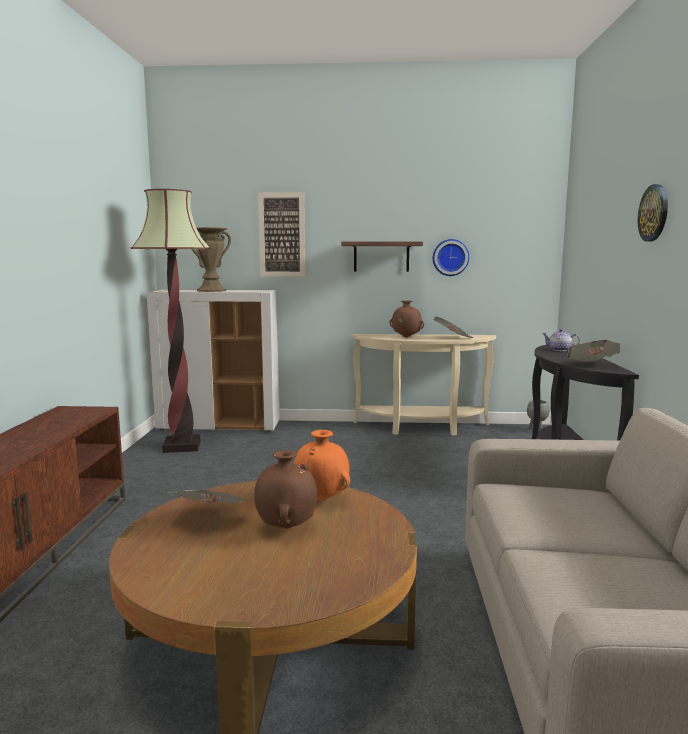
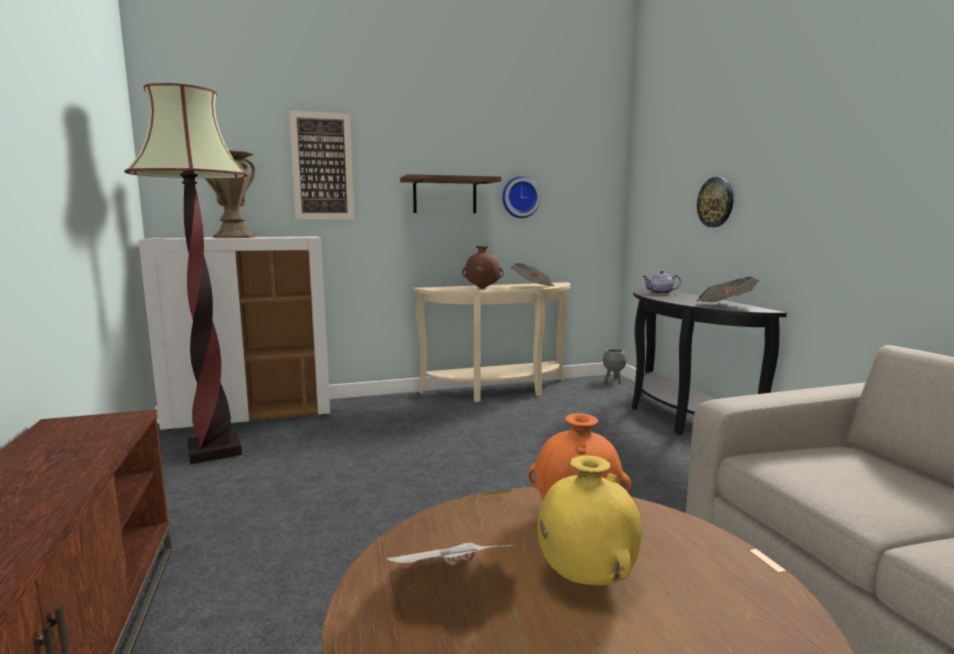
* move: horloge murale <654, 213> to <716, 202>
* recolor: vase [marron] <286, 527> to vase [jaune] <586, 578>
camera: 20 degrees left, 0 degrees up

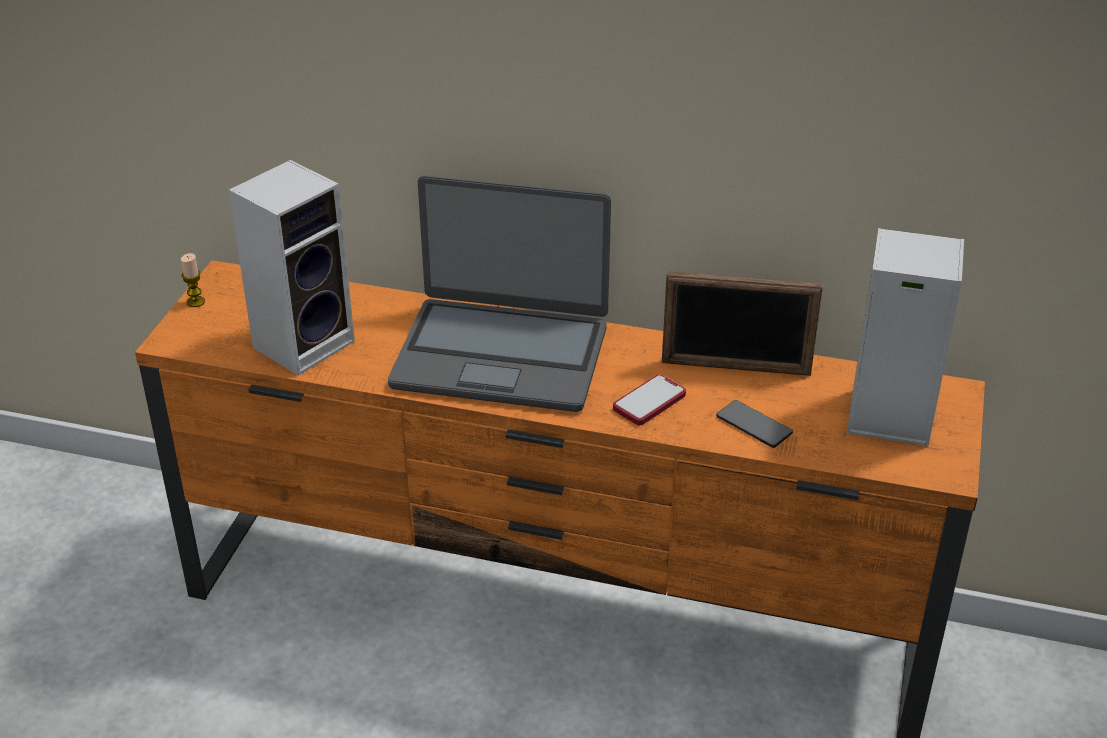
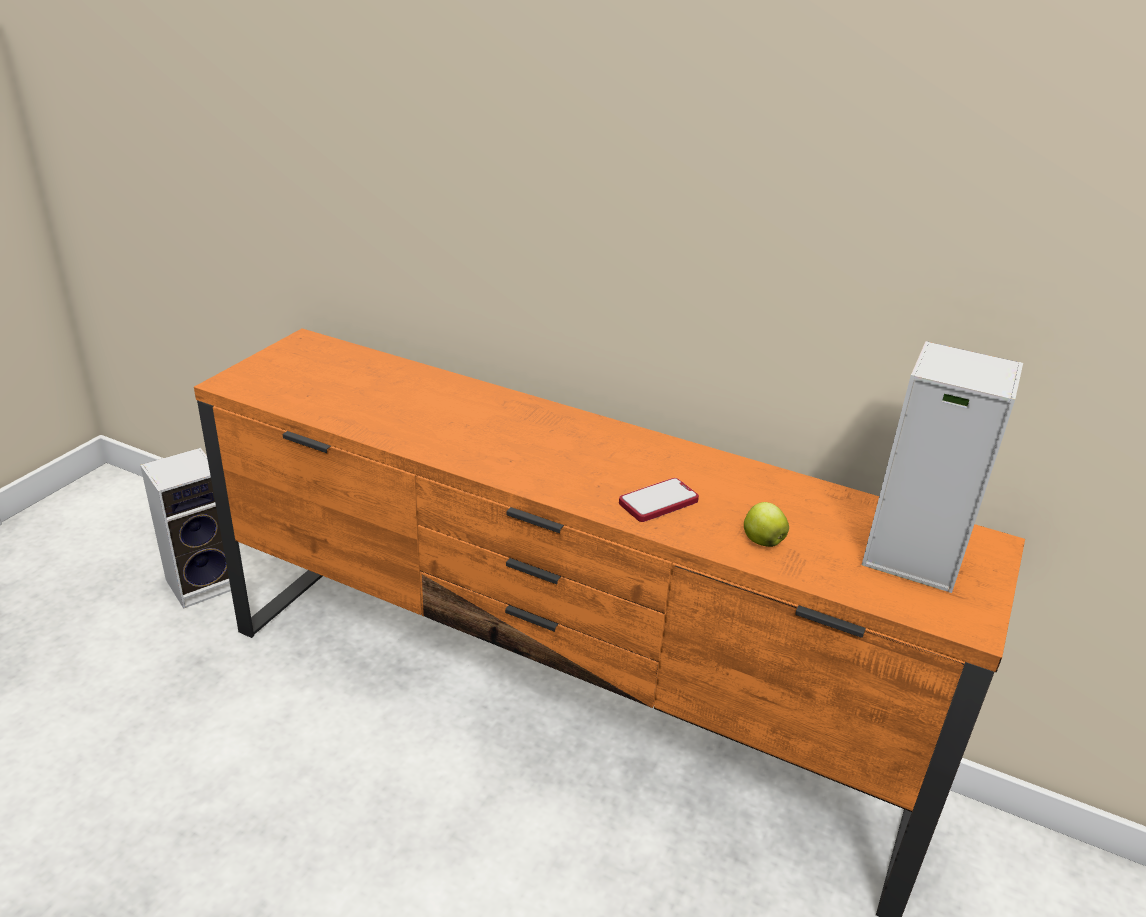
* delete: bougie <196, 302>
* delete: ordinateur portable <501, 355>
* delete: cadre photo <735, 368>
* move: enceinte <305, 342> to <205, 582>
* replace: téléphone <754, 425> to pomme <762, 541>
camera: 10 degrees right, 5 degrees down

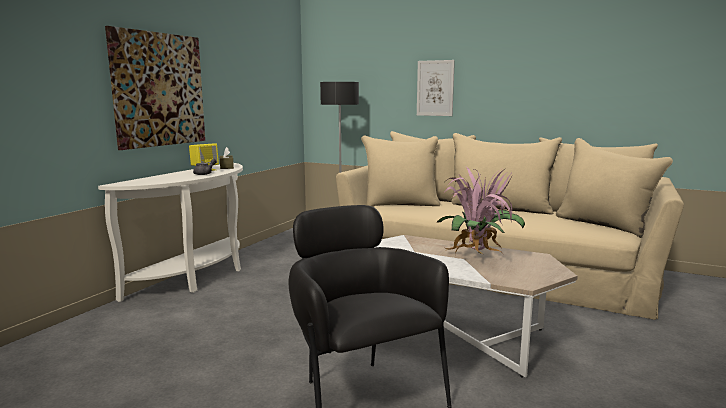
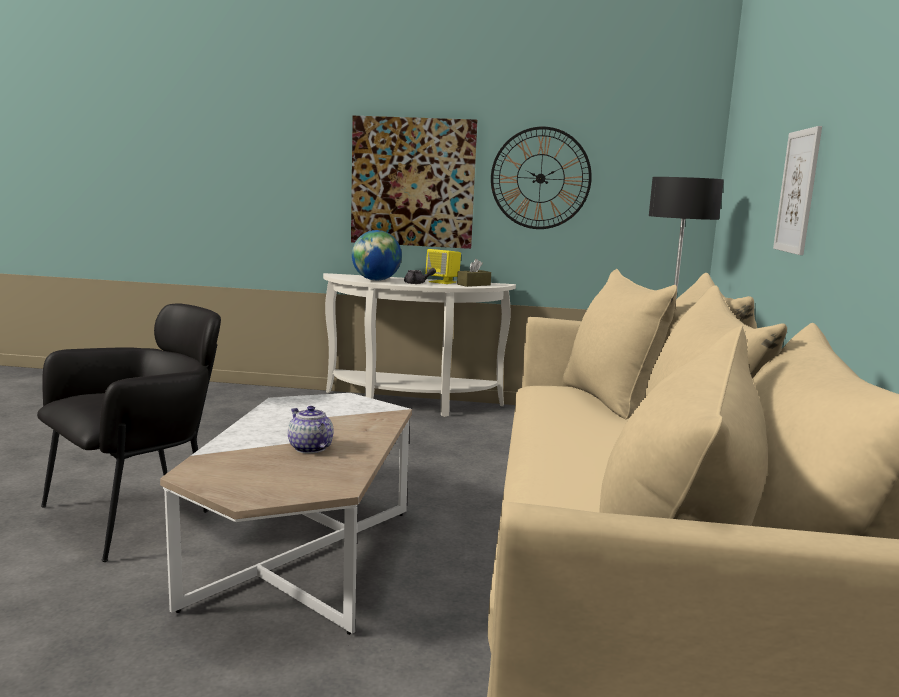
* insert: globe <376, 280>
* insert: horloge murale <540, 178>
* replace: plante en pot <477, 257> to théière <309, 448>
camera: 70 degrees right, 0 degrees up

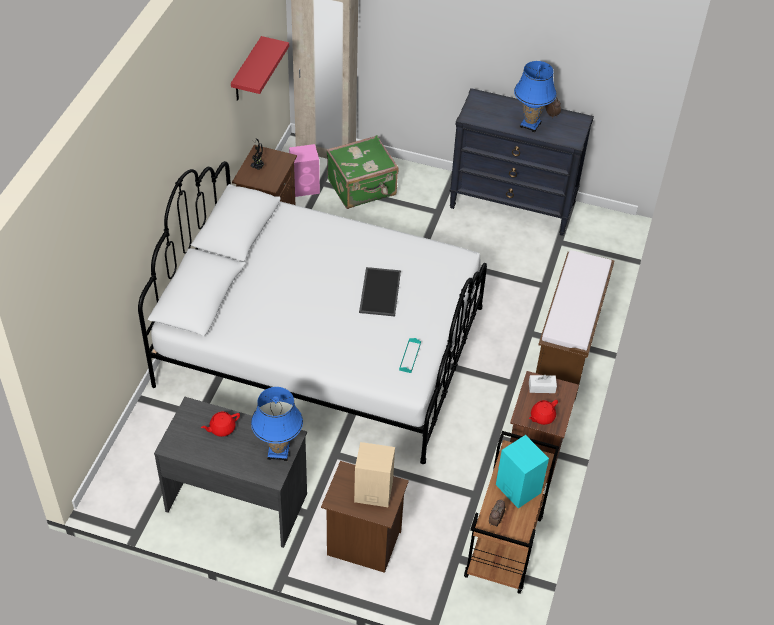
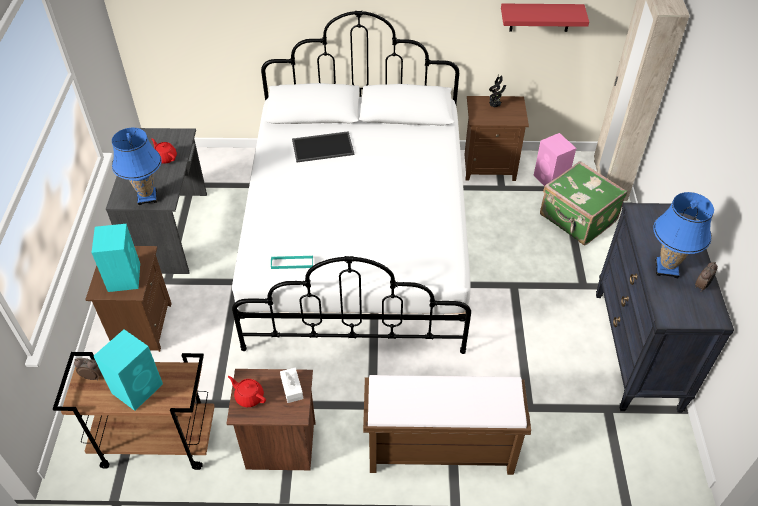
* move: plateau <379, 291> to <323, 146>
* recolor: enceinte [beige] <372, 491> to enceinte [turquoise] <124, 276>
camera: 75 degrees right, 0 degrees up

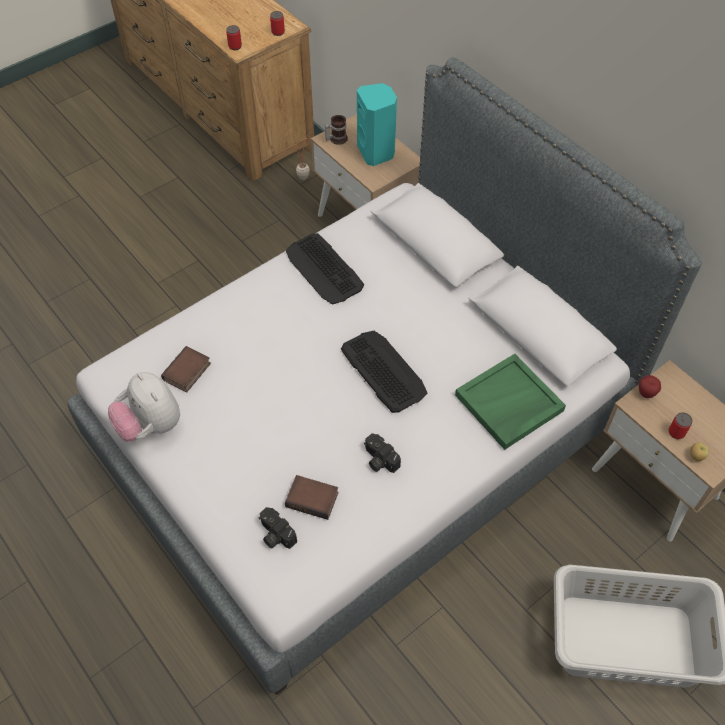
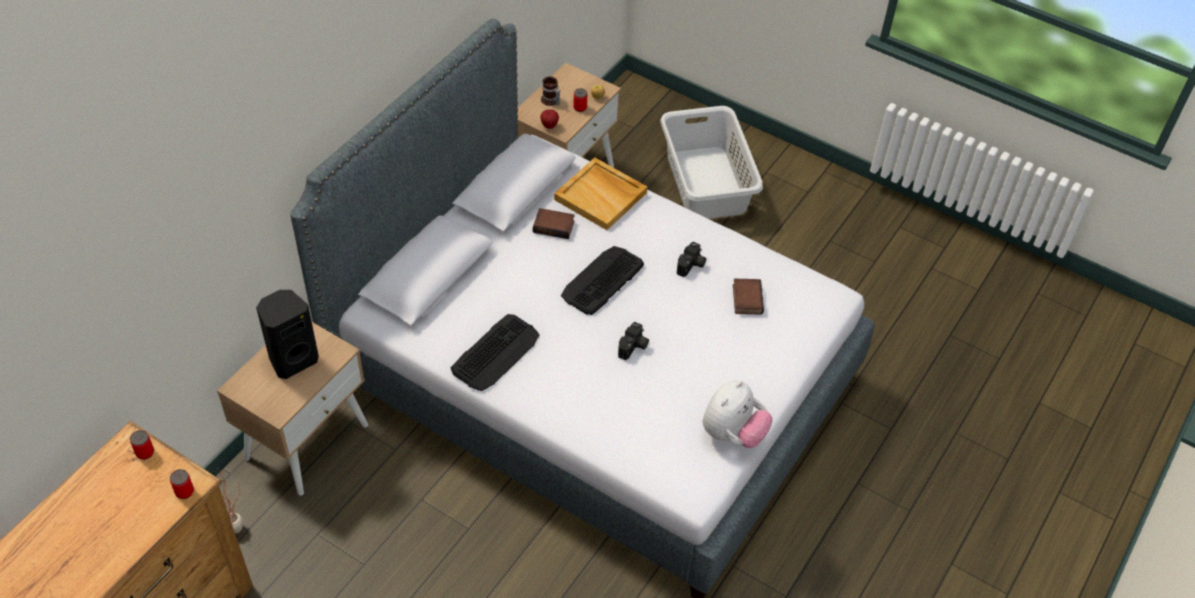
* move: livre <187, 372> to <554, 226>
* move: appareil photo <275, 535> to <633, 347>
* move: mug <336, 138> to <550, 101>
* recolor: enceinte [turquoise] <377, 152> to enceinte [noir] <292, 359>
* recolor: plateau [vert] <509, 404> to plateau [beige] <601, 196>
camera: 110 degrees left, 5 degrees down

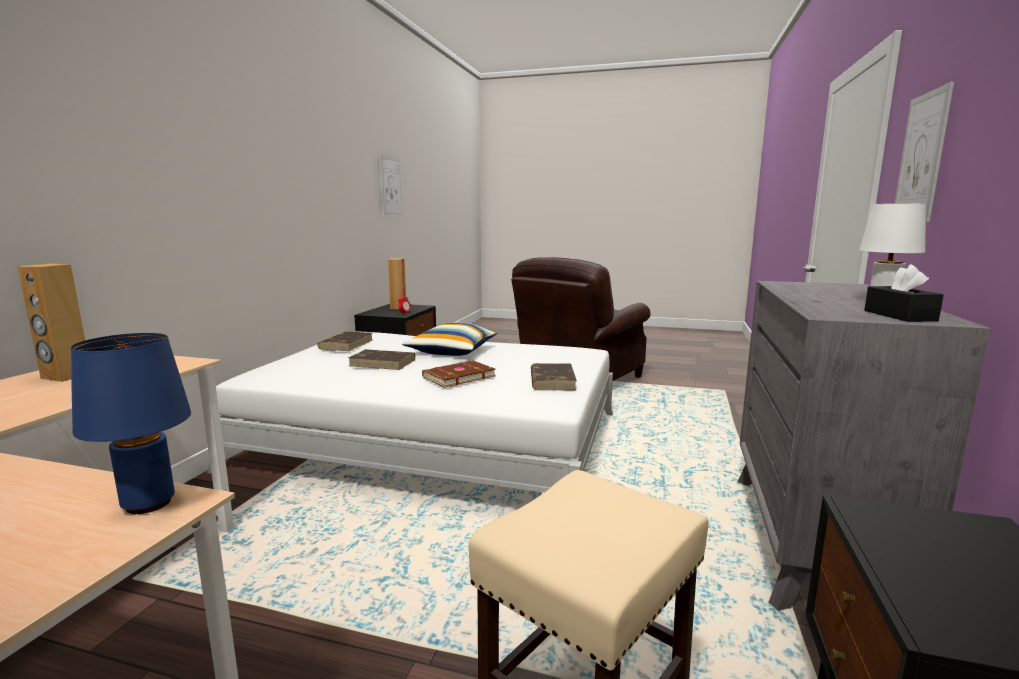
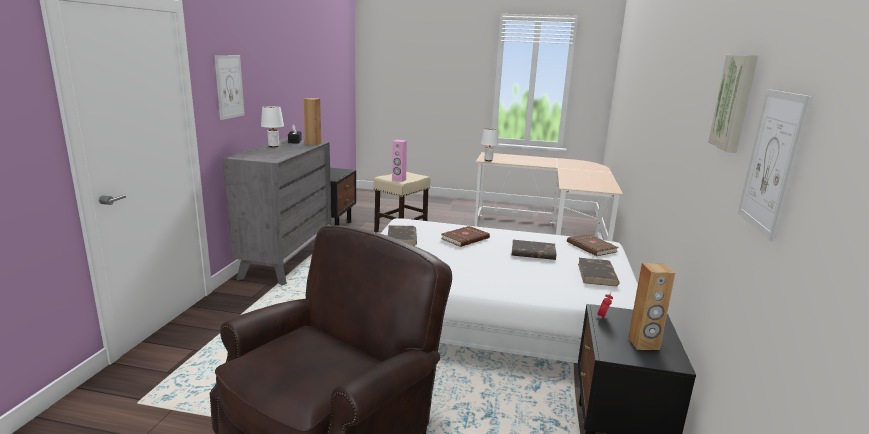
* delete: coussin <451, 351>
* insert: enceinte [rose] <399, 180>
* insert: livre [marron] <591, 247>
* insert: tableau <735, 102>
* move: enceinte [marron] <65, 376> to <313, 143>
* recolor: lampe de table [bleu] <150, 503> to lampe de table [blanc] <488, 160>
camera: 175 degrees right, 5 degrees up

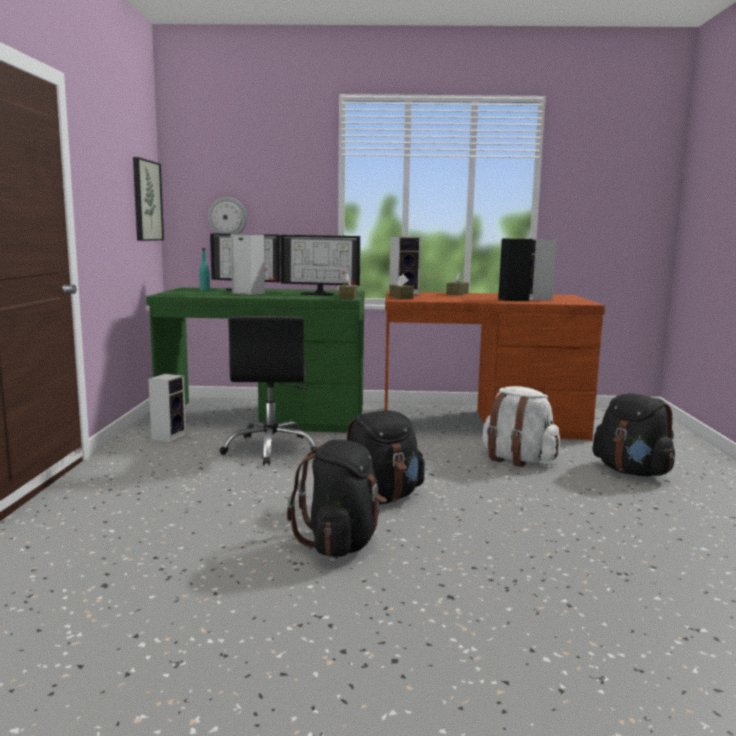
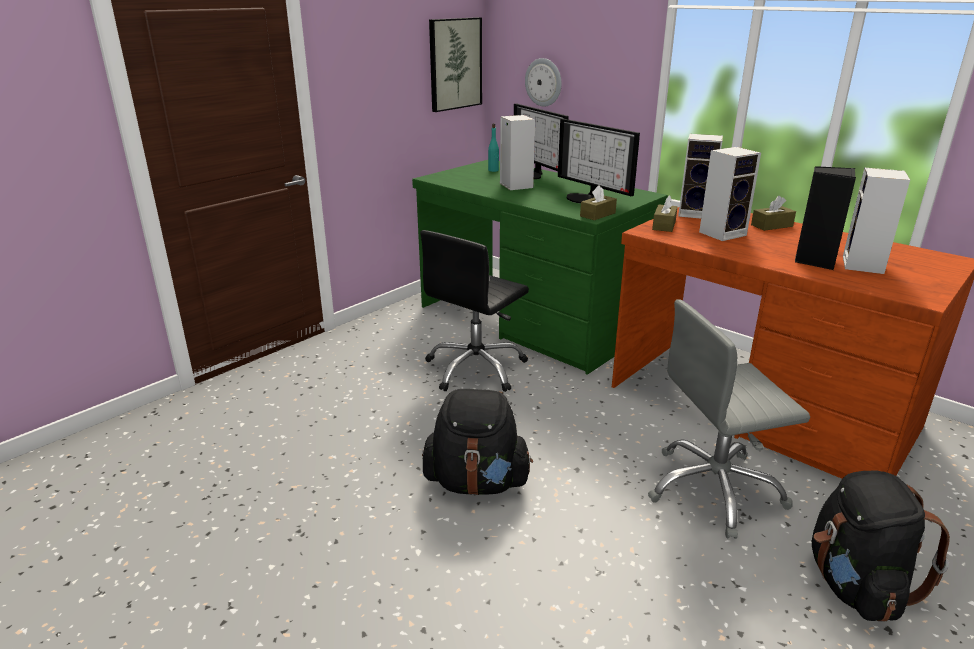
* delete: sac à dos [noir] <341, 543>
* move: enceinte <169, 436> to <723, 233>
* replace: sac à dos [blanc] <517, 460> to chaise de bureau [gris] <714, 490>
camera: 40 degrees right, 15 degrees up

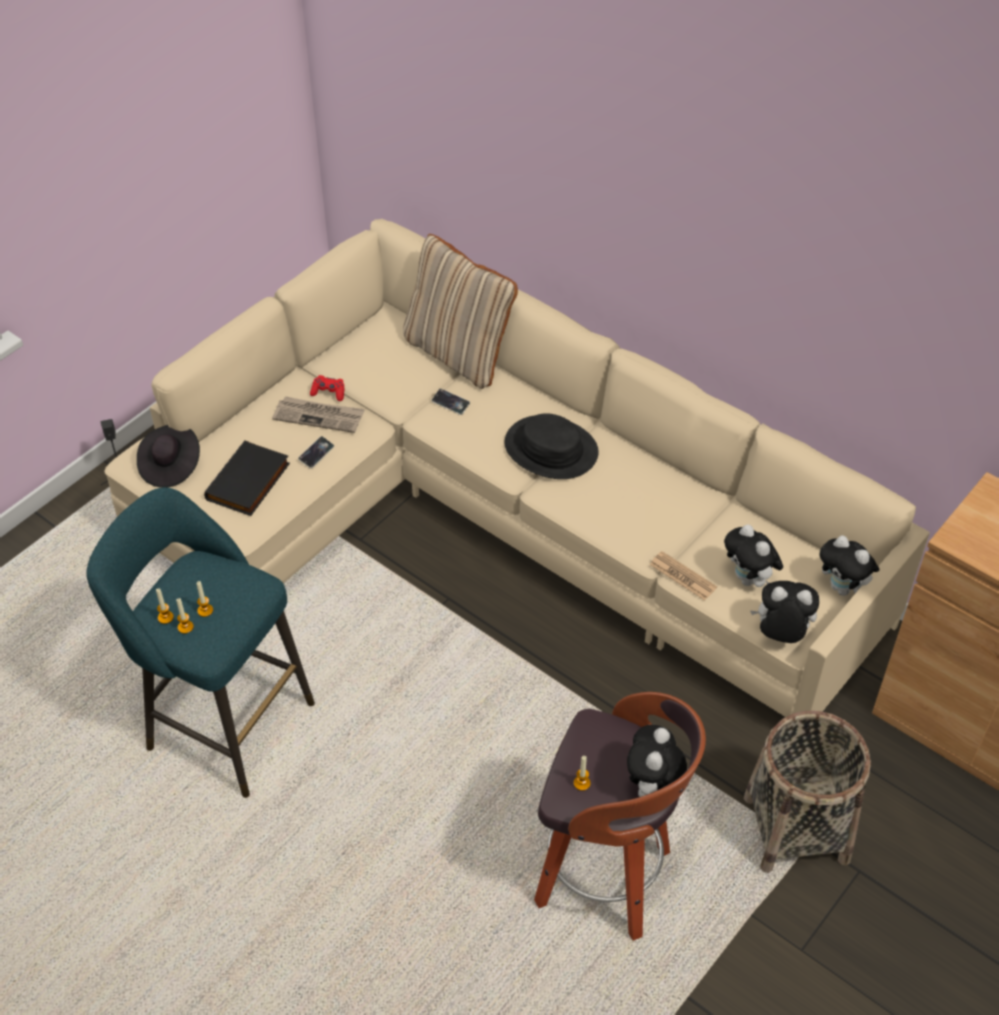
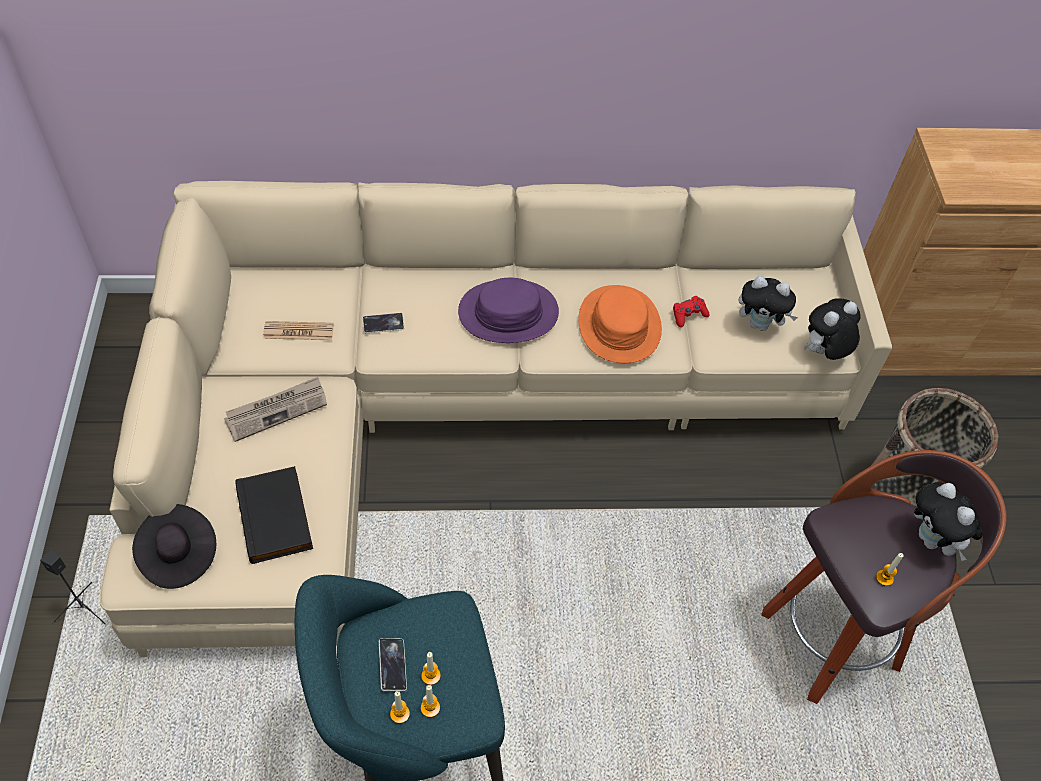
* delete: coussin [beige] <459, 353>
* delete: peluche <843, 589>
* insert: chapeau [orange] <619, 325>
* move: téléphone <316, 454> to <392, 665>
* move: manette [rouge] <329, 392> to <688, 315>
* move: journal <682, 576> to <298, 331>
* recolor: chapeau [noir] <551, 449> to chapeau [violet] <508, 313>
camera: 45 degrees left, 5 degrees up

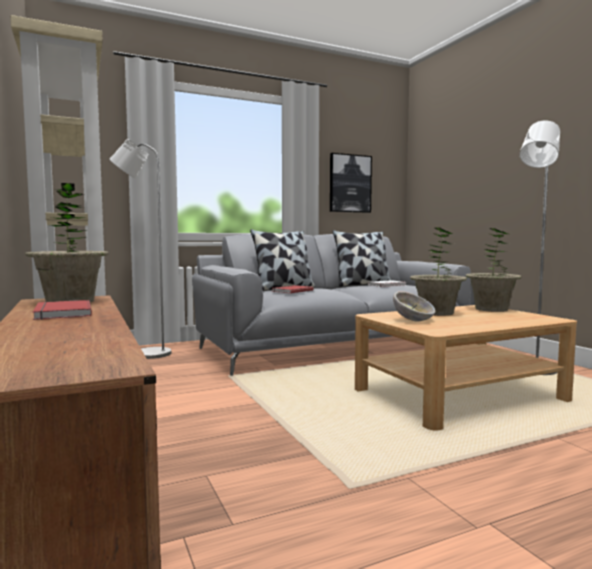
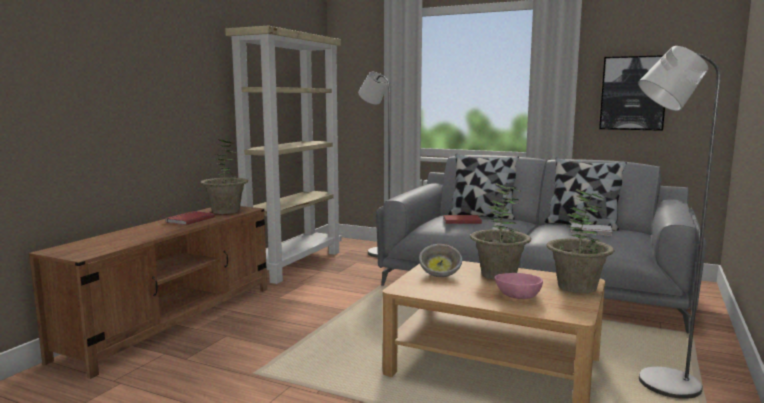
* insert: bol [rose] <518, 297>
camera: 50 degrees right, 5 degrees up

